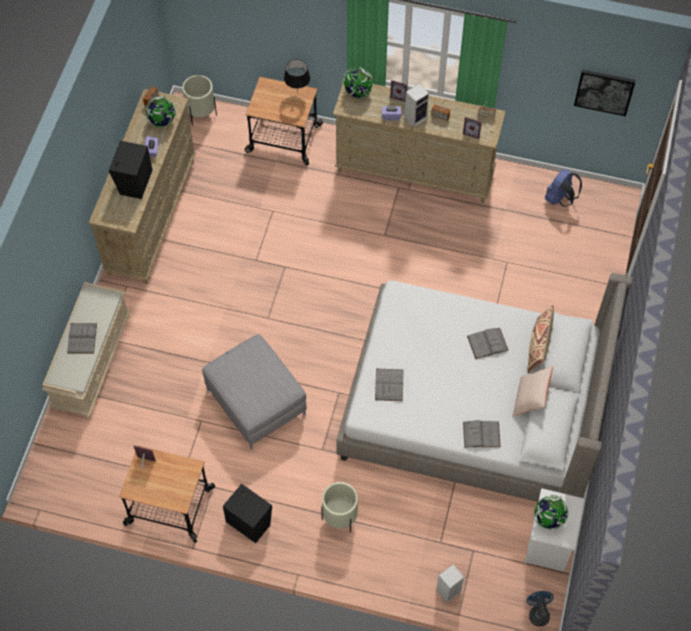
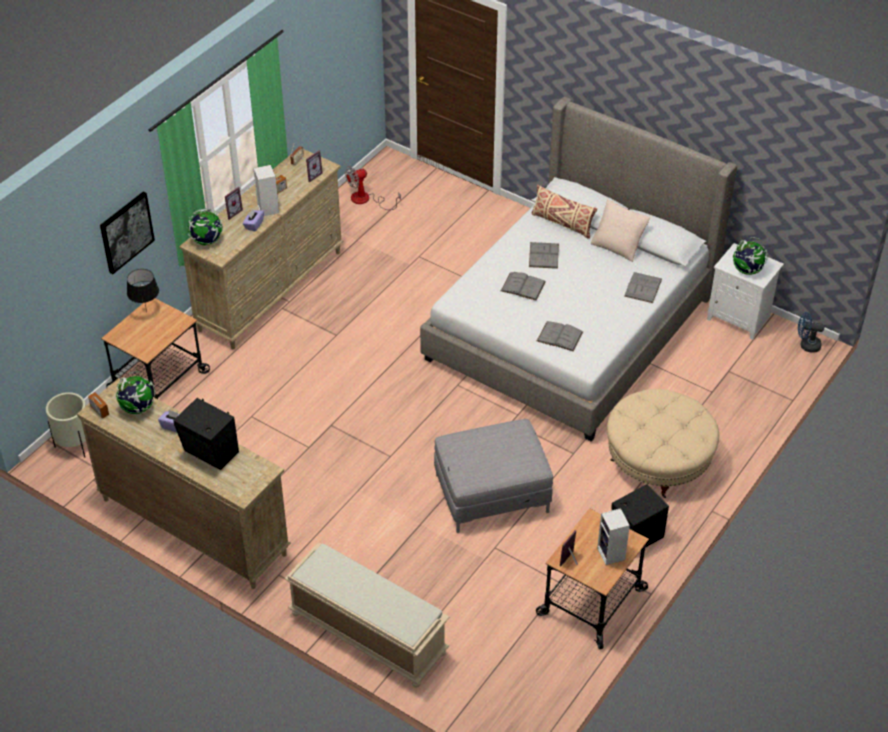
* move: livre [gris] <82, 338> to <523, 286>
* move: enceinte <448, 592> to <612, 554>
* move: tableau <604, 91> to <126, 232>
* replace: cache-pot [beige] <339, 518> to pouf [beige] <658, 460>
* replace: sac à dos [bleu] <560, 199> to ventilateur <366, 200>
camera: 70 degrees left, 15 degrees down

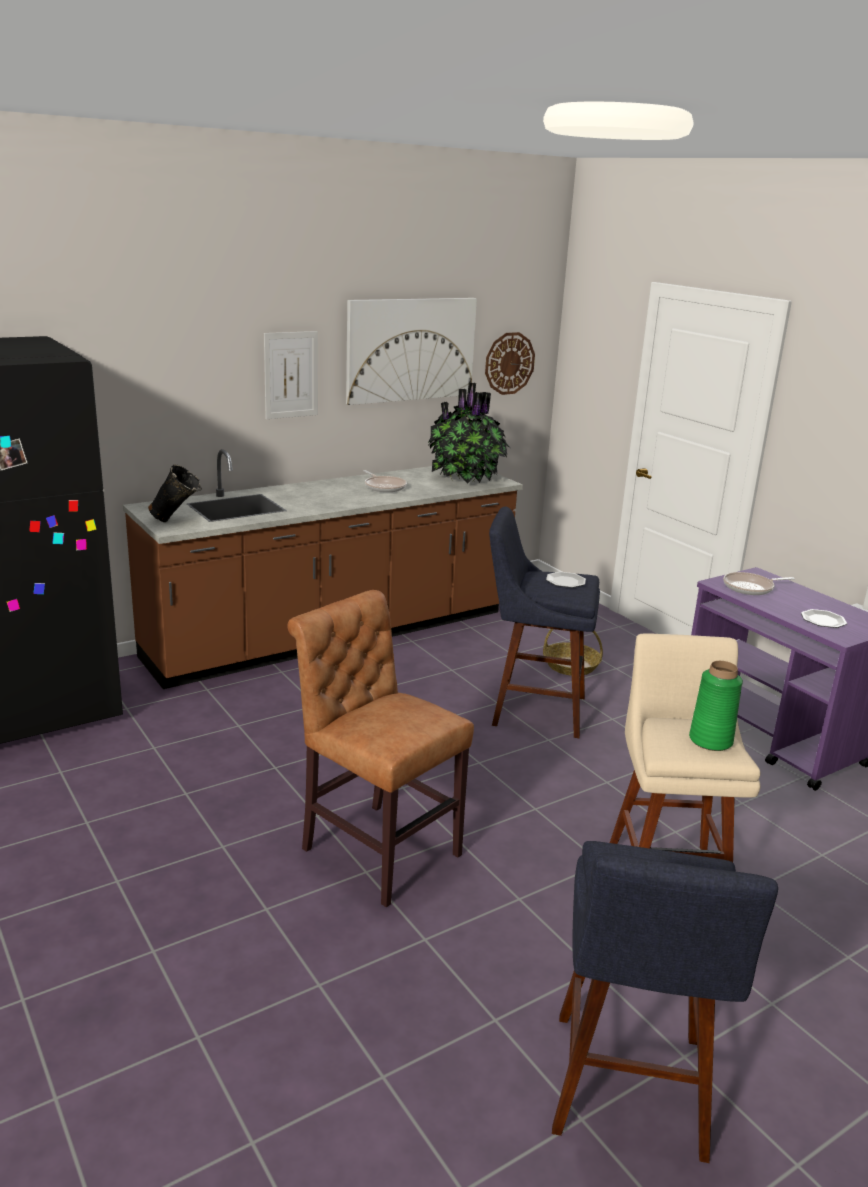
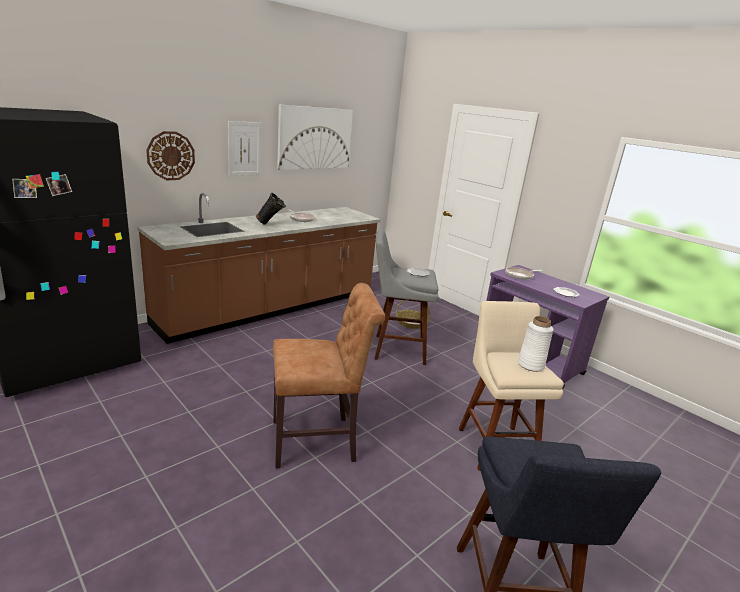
* delete: plante en pot <467, 479>
* move: vase [noir] <177, 521> to <271, 224>
* move: horloge murale <509, 363> to <171, 156>
* recolor: tabouret [bleu] <531, 709> to tabouret [gris] <395, 349>
* recolor: vase [vert] <710, 740> to vase [blanc] <530, 365>
* rotate: chaise [marron] <375, 848> = <318, 441> 135 degrees clockwise
camera: 10 degrees left, 0 degrees up

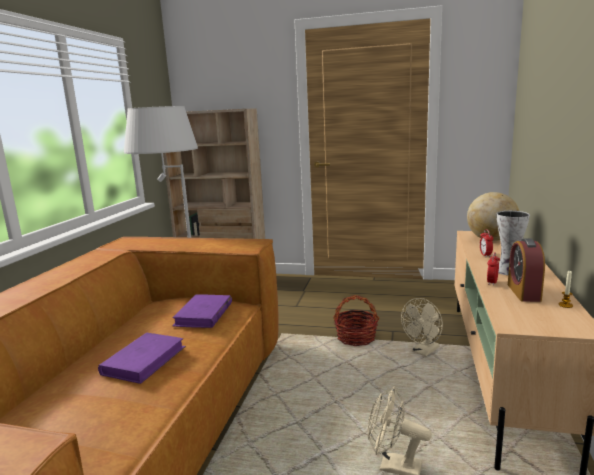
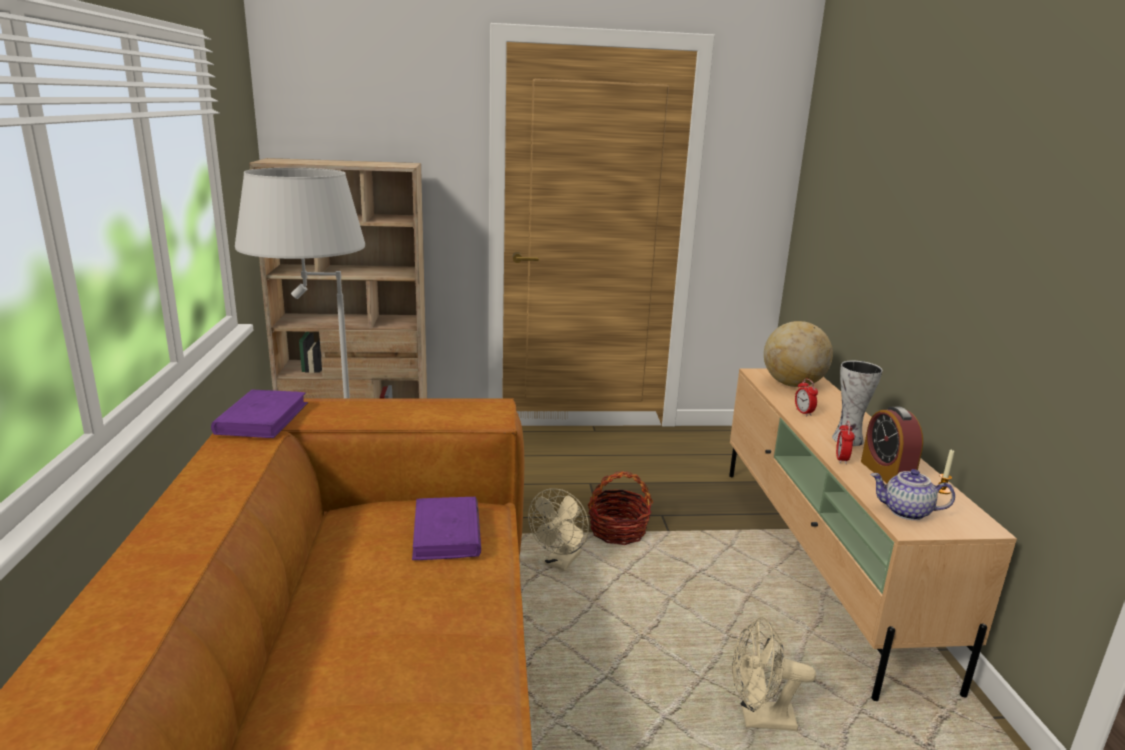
* insert: théière <906, 512>
* move: livre [violet] <144, 360> to <262, 418>
* move: ventilateur [beige] <423, 352> to <560, 563>
camera: 20 degrees left, 5 degrees up

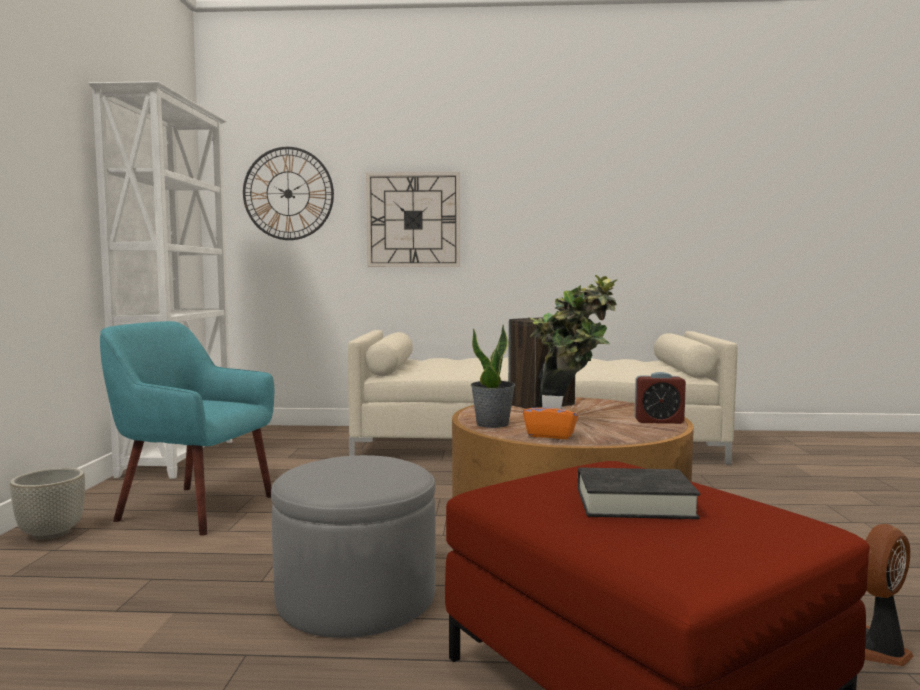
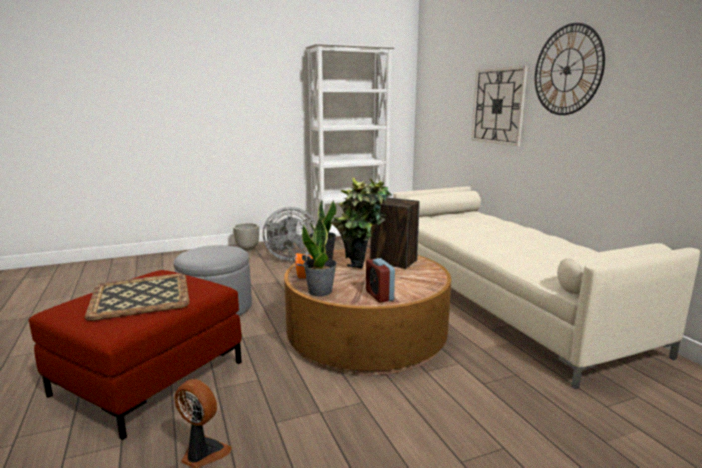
* insert: plante en pot <320, 291>
* move: horloge murale <288, 193> to <567, 70>
* replace: fauteuil [turquoise] <194, 508> to ventilateur [gris] <289, 257>
* replace: livre [noir] <634, 503> to plateau <141, 296>
camera: 65 degrees right, 10 degrees up

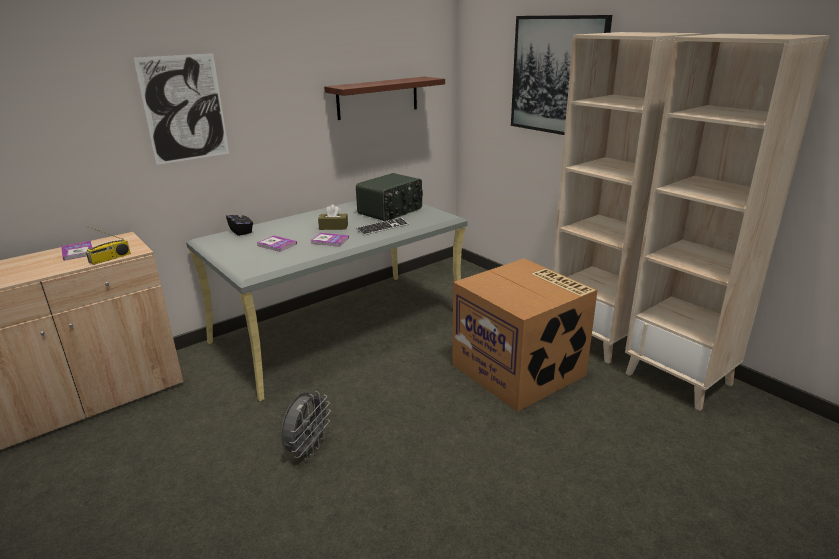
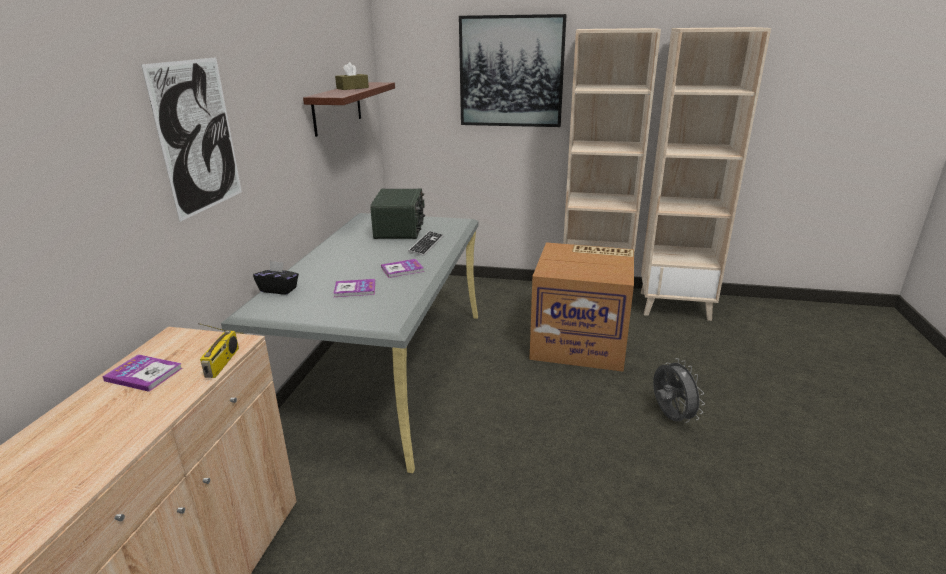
* move: ventilateur [gris] <307, 449> to <670, 417>
* move: boîte à mouchoirs [marron] <333, 227> to <352, 88>
camera: 40 degrees left, 0 degrees up

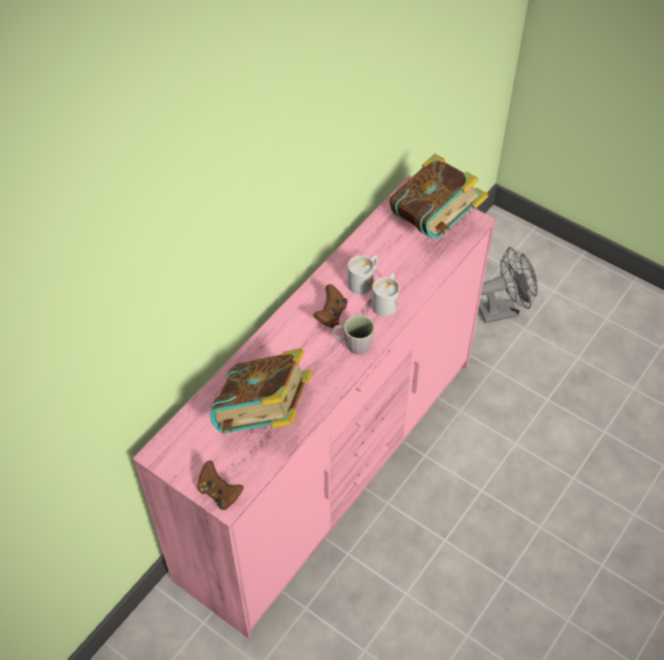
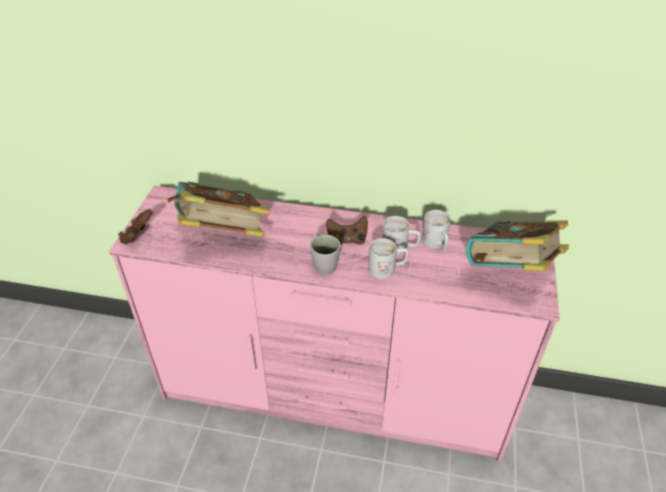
* delete: ventilateur [gris] <504, 310>
* insert: mug [blanc] <436, 244>
camera: 65 degrees right, 10 degrees down

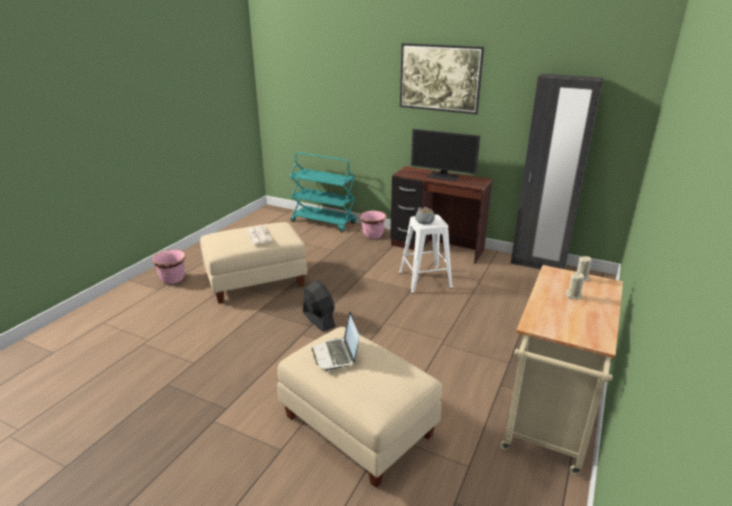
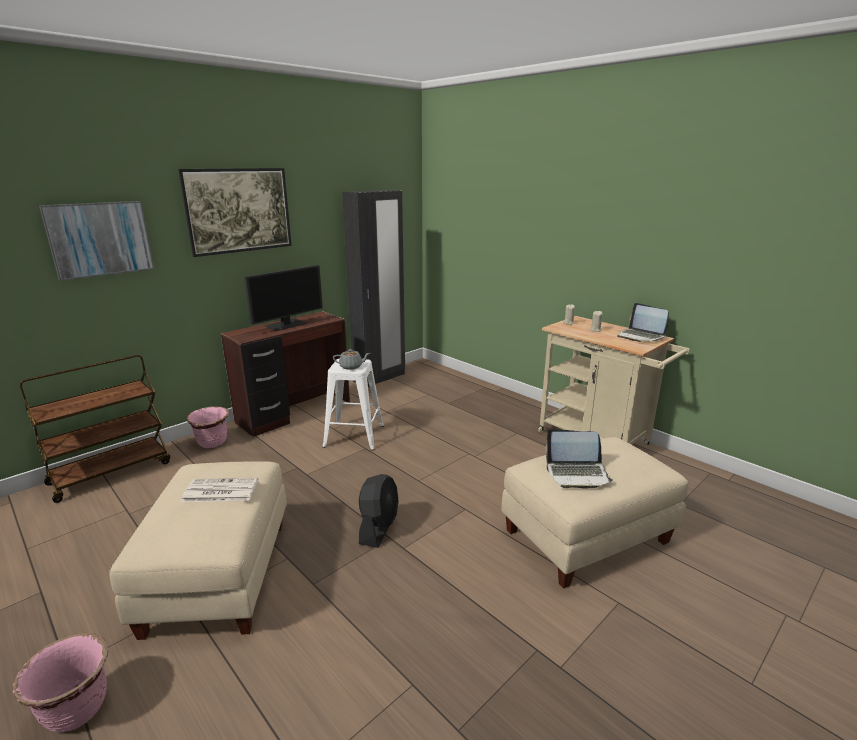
* insert: tableau <100, 239>
* insert: ordinateur portable <640, 336>
* recolor: chariot [turquoise] <324, 222> to chariot [marron] <111, 472>
* rotate: ventilateur [noir] <318, 319> = <379, 527> 120 degrees clockwise
camera: 70 degrees left, 5 degrees down

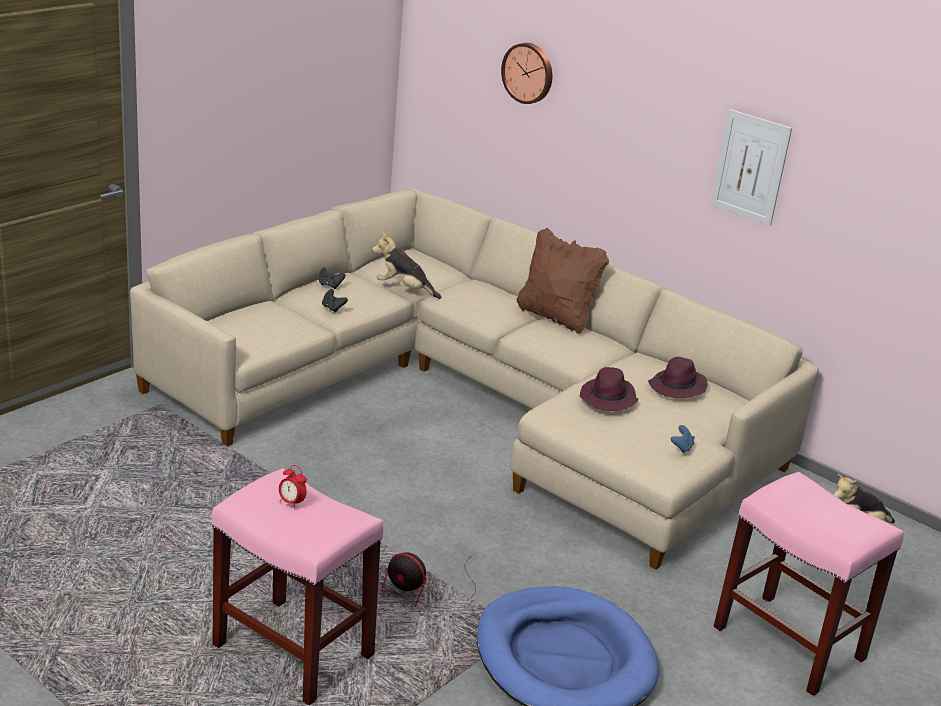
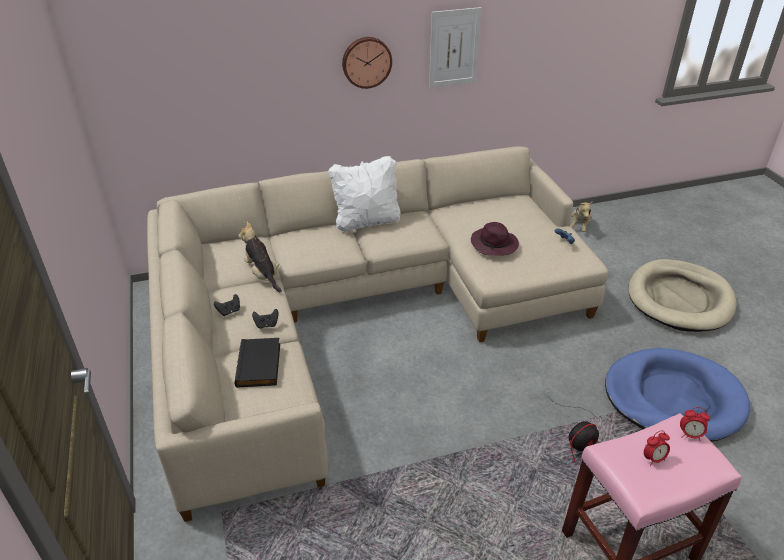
* delete: chapeau [violet] <677, 388>
* insert: livre [noir] <260, 365>
* insert: réveil <690, 435>
* move: horloge murale <528, 73> to <366, 62>
* replace: tabouret [rose] <790, 644> to panier pour chien [beige] <679, 299>
* recolor: coussin [marron] <556, 318> to coussin [blanc] <366, 222>
* rotate: peluche <404, 289> = <263, 275> 90 degrees clockwise
camera: 55 degrees left, 10 degrees up

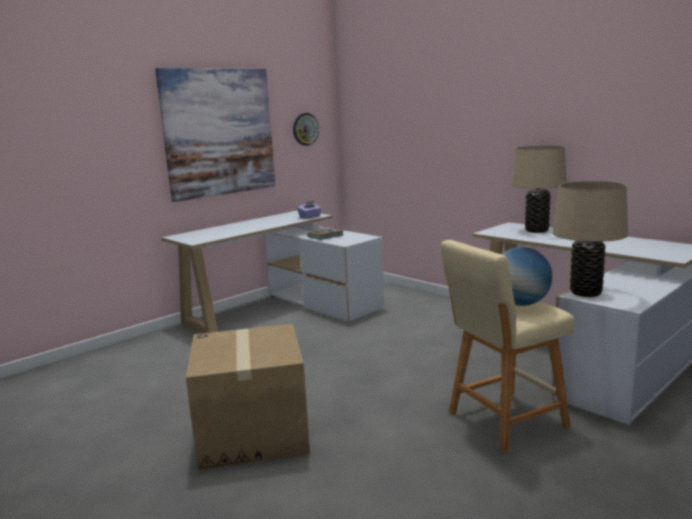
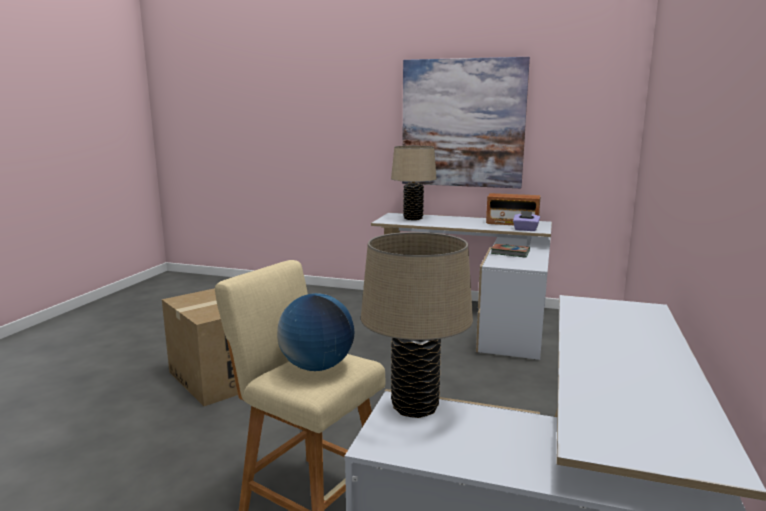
* delete: horloge murale <305, 129>
* insert: radio <512, 223>
* move: lampe de table [beige] <536, 230> to <413, 218>
camera: 60 degrees right, 0 degrees up

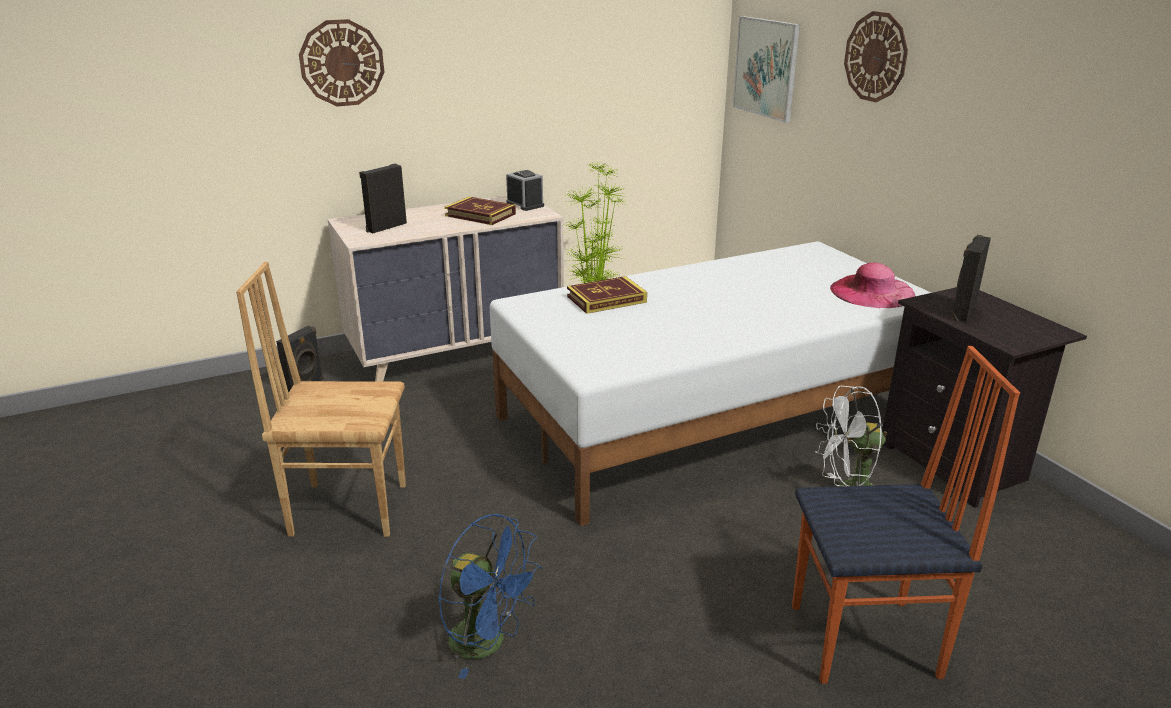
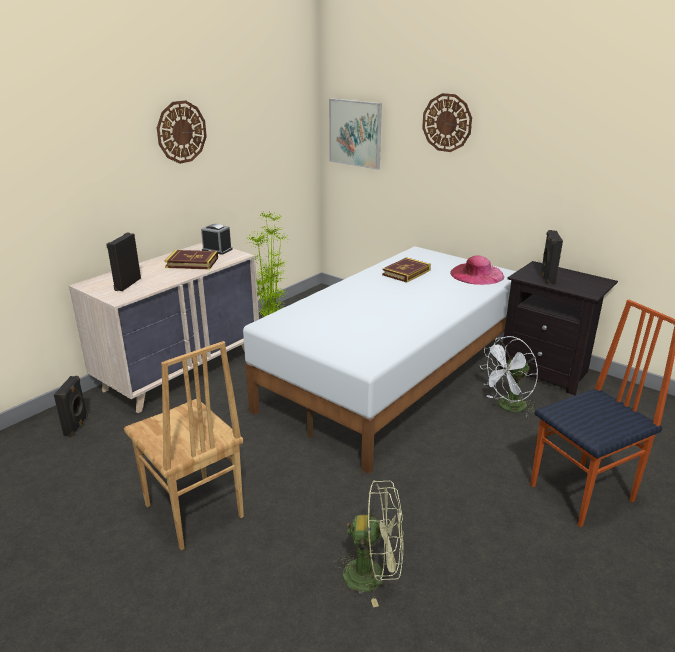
* move: horloge murale <342, 63> to <181, 132>
* move: livre <606, 299> to <406, 272>
* recolor: ventilateur [bleu] <488, 643> to ventilateur [vert] <373, 575>
* rotate: chaise [marron] <348, 508> = <192, 512> 105 degrees counterclockwise
camera: 25 degrees left, 0 degrees up

